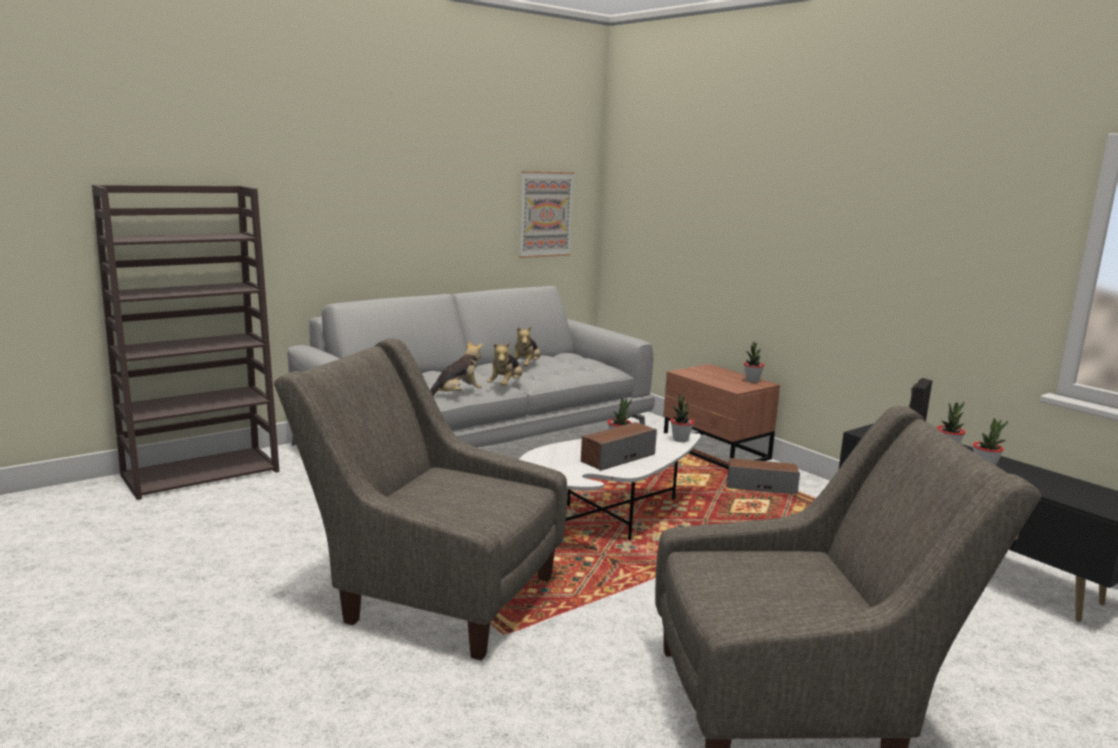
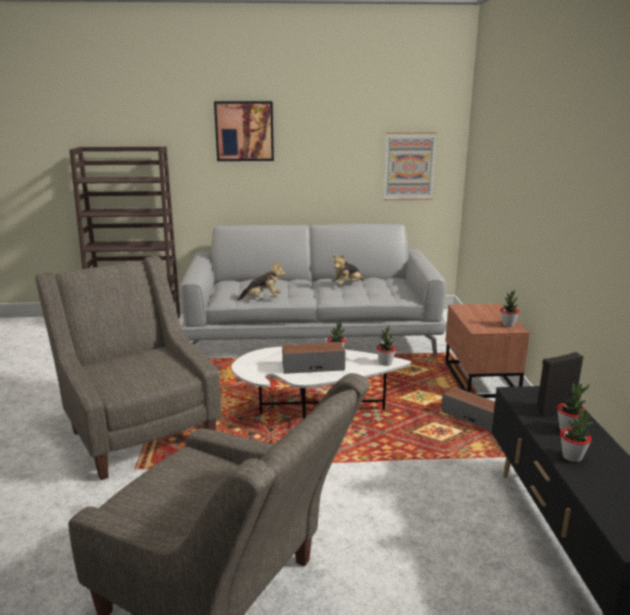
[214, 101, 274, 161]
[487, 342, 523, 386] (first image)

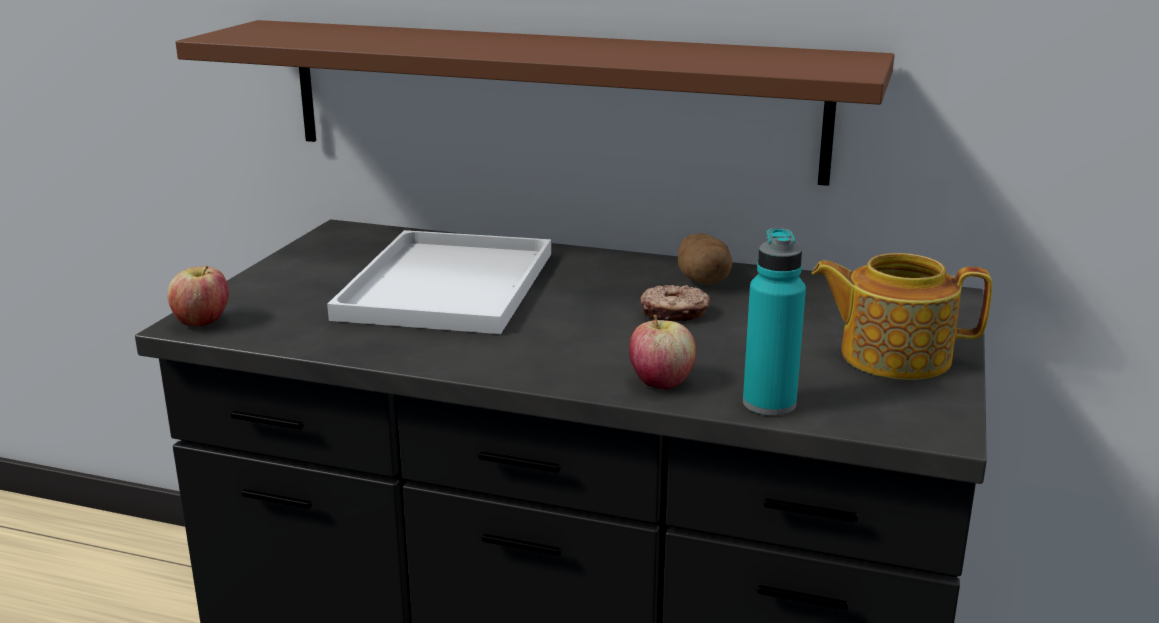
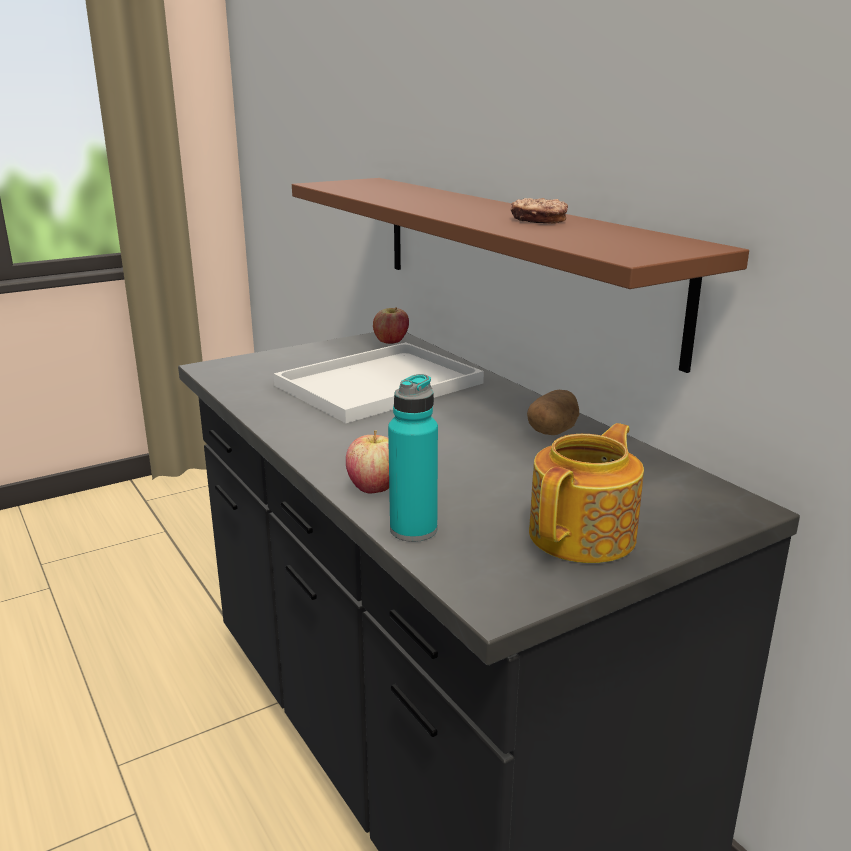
[373, 307, 409, 344]
[511, 198, 568, 224]
[529, 423, 644, 563]

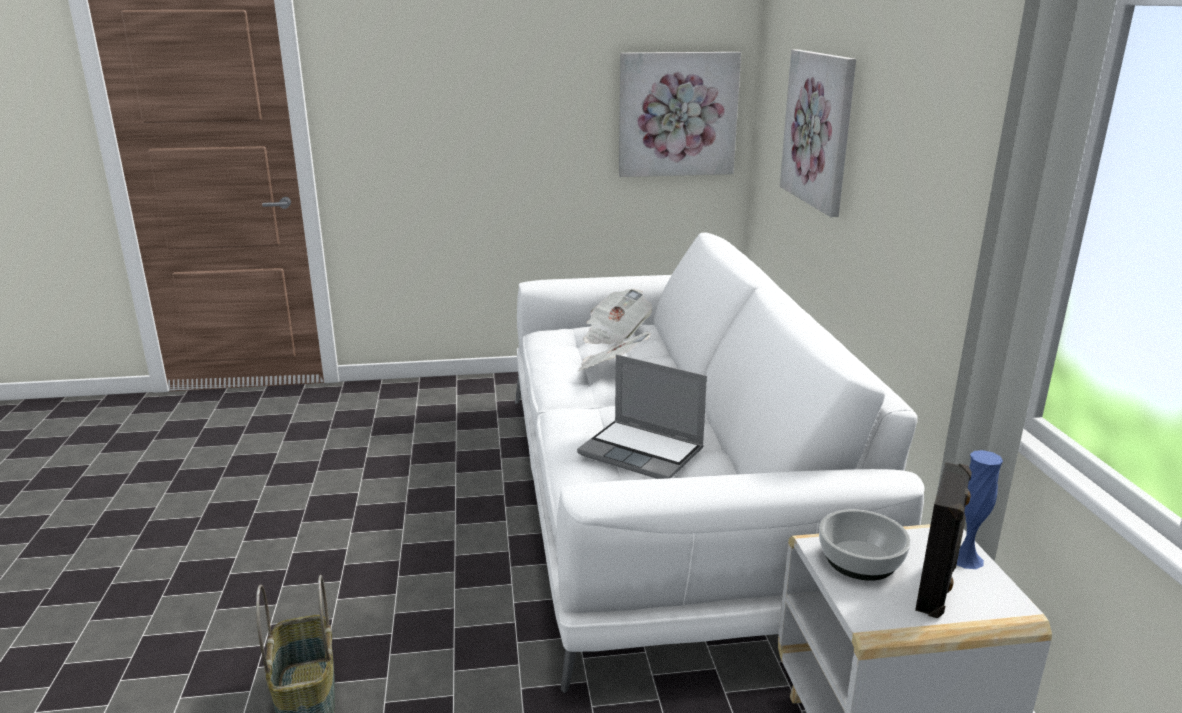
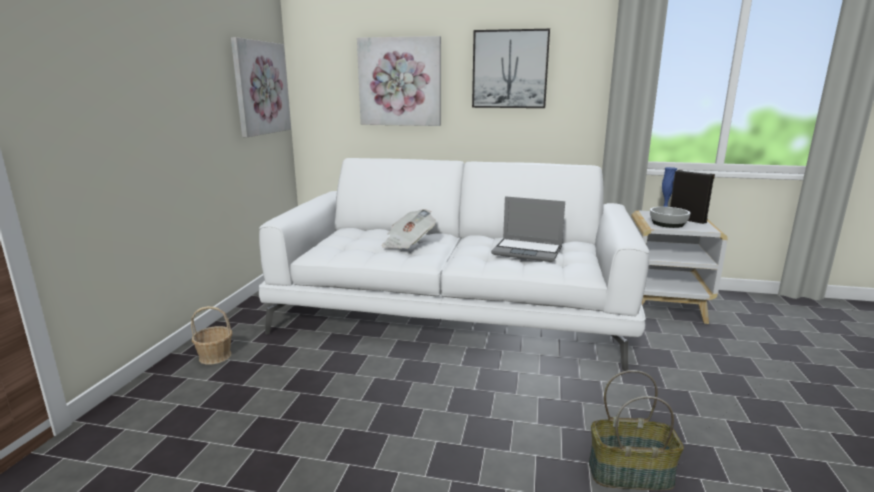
[191, 306, 232, 365]
[472, 29, 550, 108]
[491, 196, 565, 262]
[583, 289, 652, 345] (first image)

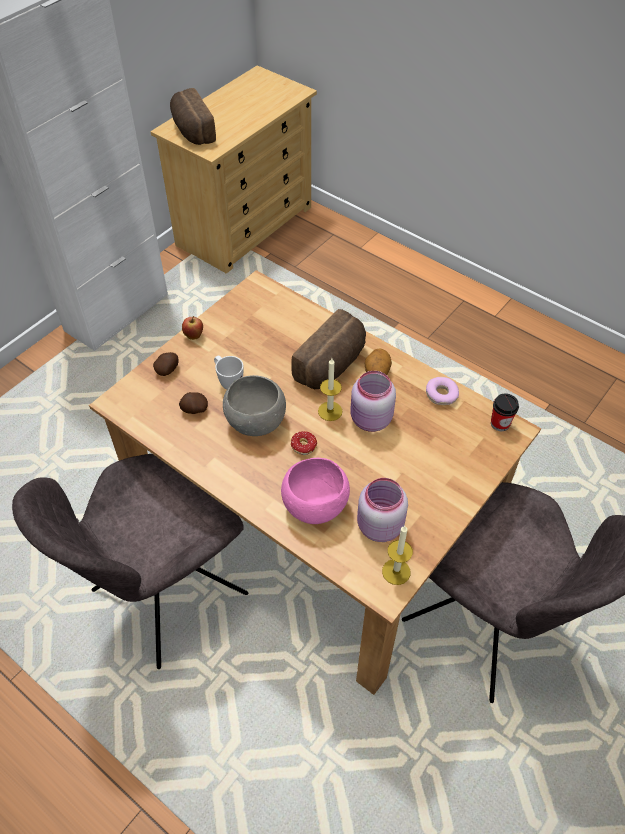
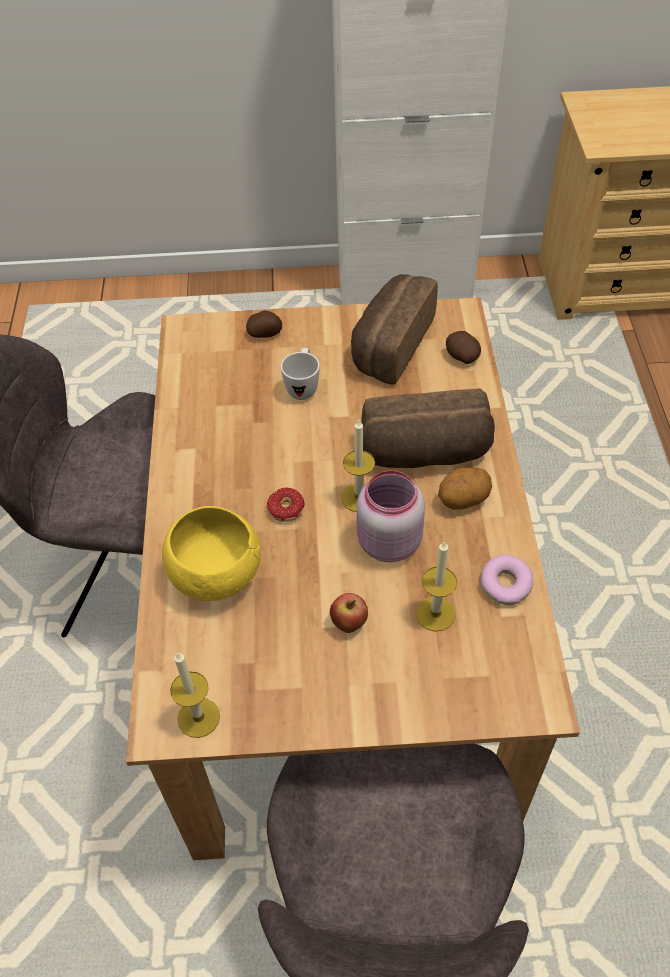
[162, 506, 261, 601]
[330, 593, 368, 633]
[351, 274, 438, 384]
[416, 540, 457, 631]
[446, 331, 481, 364]
[223, 375, 286, 436] (first image)
[357, 478, 408, 542] (first image)
[491, 393, 519, 431] (first image)

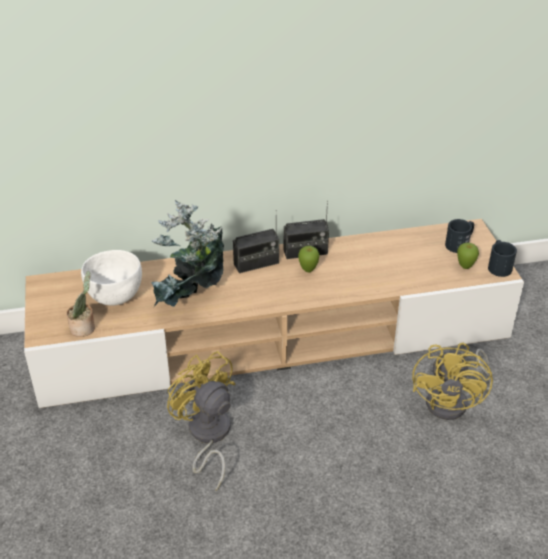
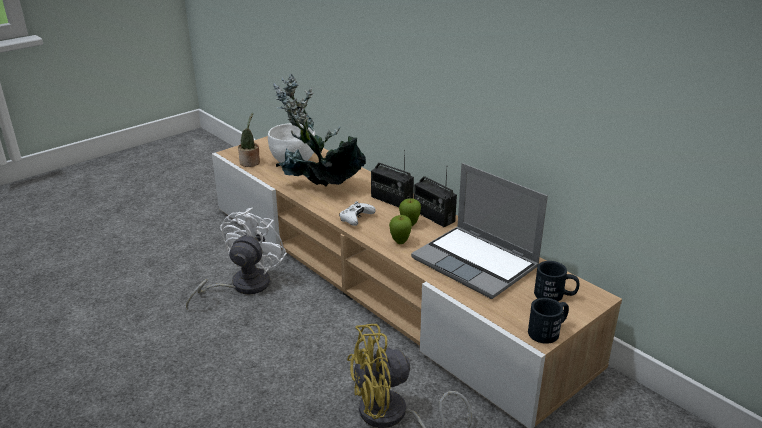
[186, 207, 287, 309]
[339, 201, 376, 226]
[389, 215, 412, 244]
[411, 163, 548, 299]

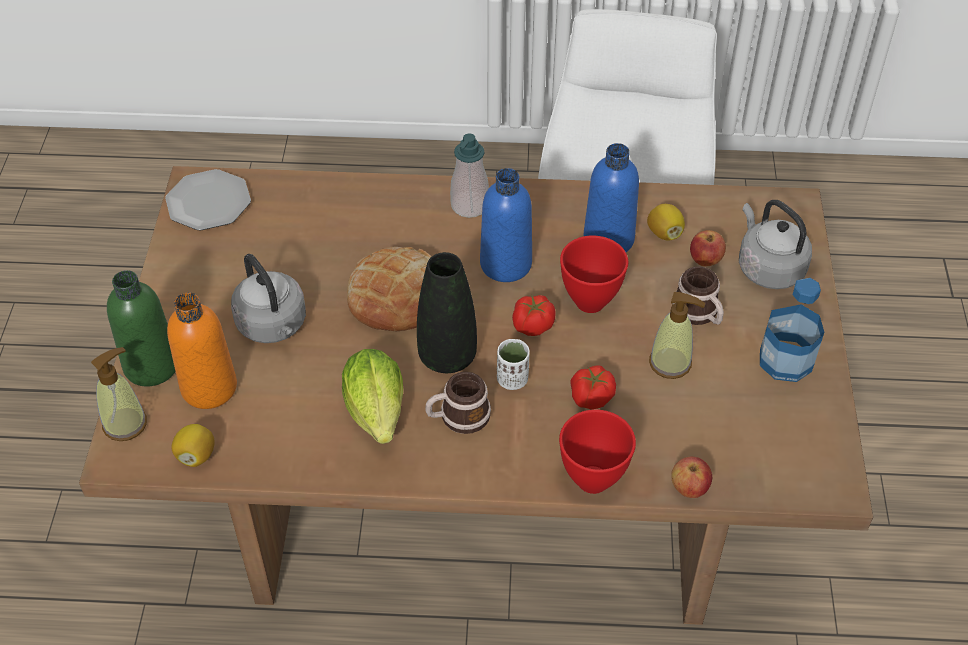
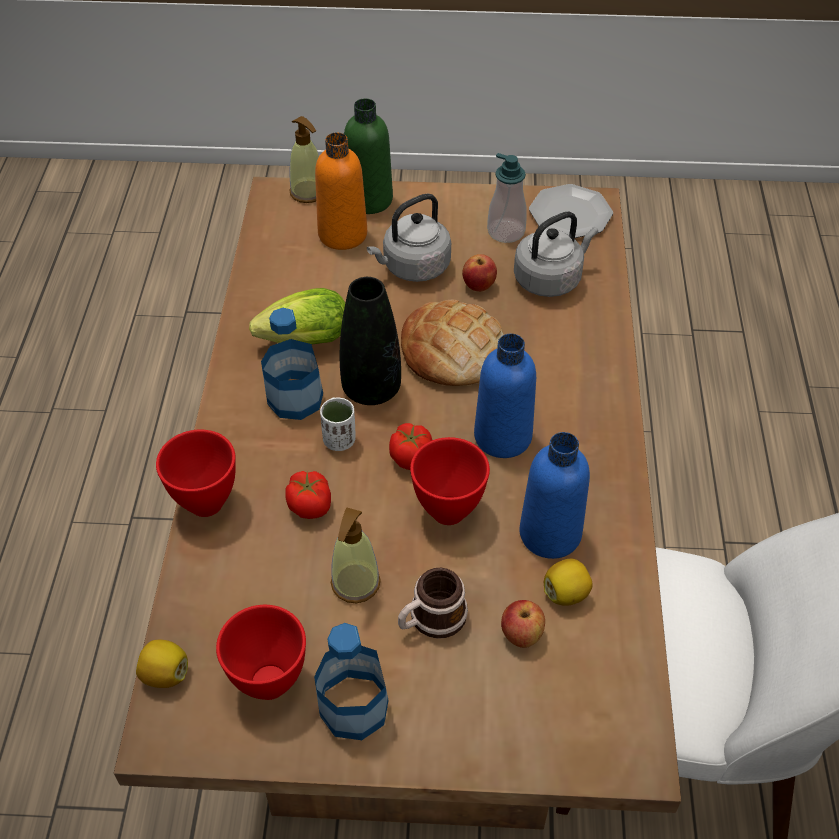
[136, 640, 188, 688]
[216, 605, 306, 700]
[261, 308, 323, 420]
[462, 254, 497, 292]
[487, 153, 527, 243]
[514, 212, 598, 297]

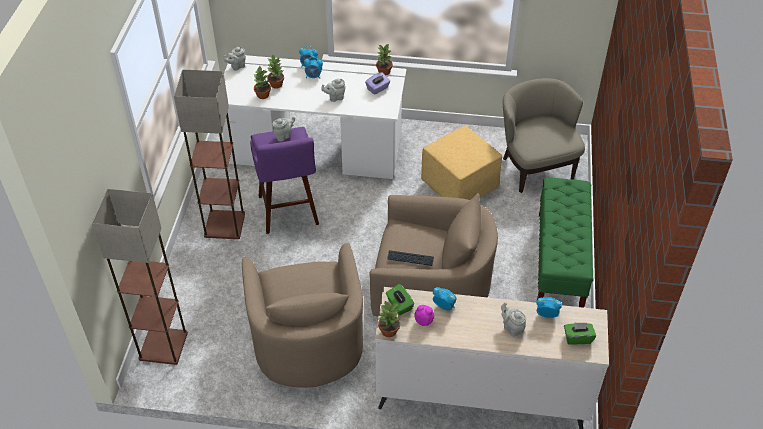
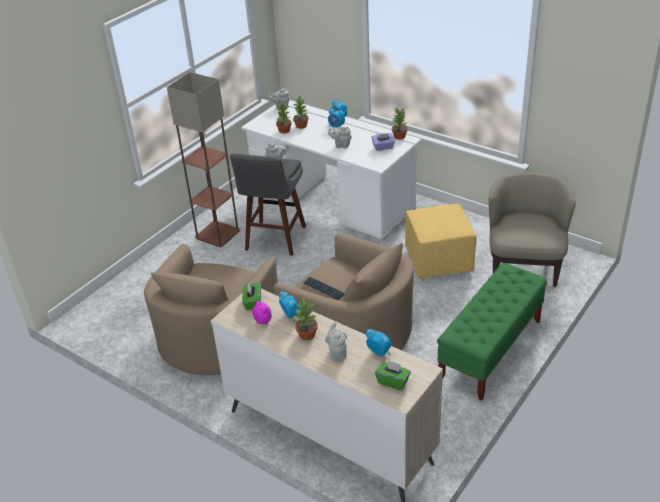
[230, 153, 306, 256]
[295, 298, 318, 340]
[92, 189, 188, 365] (first image)

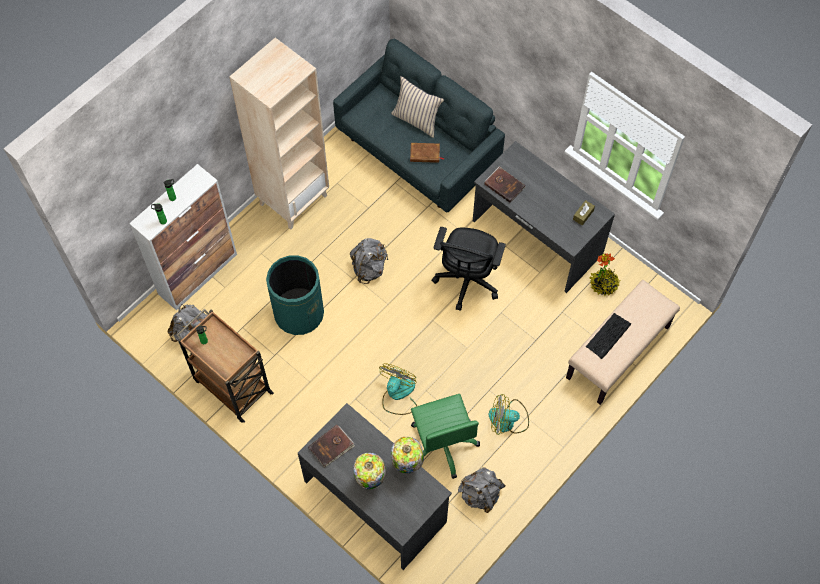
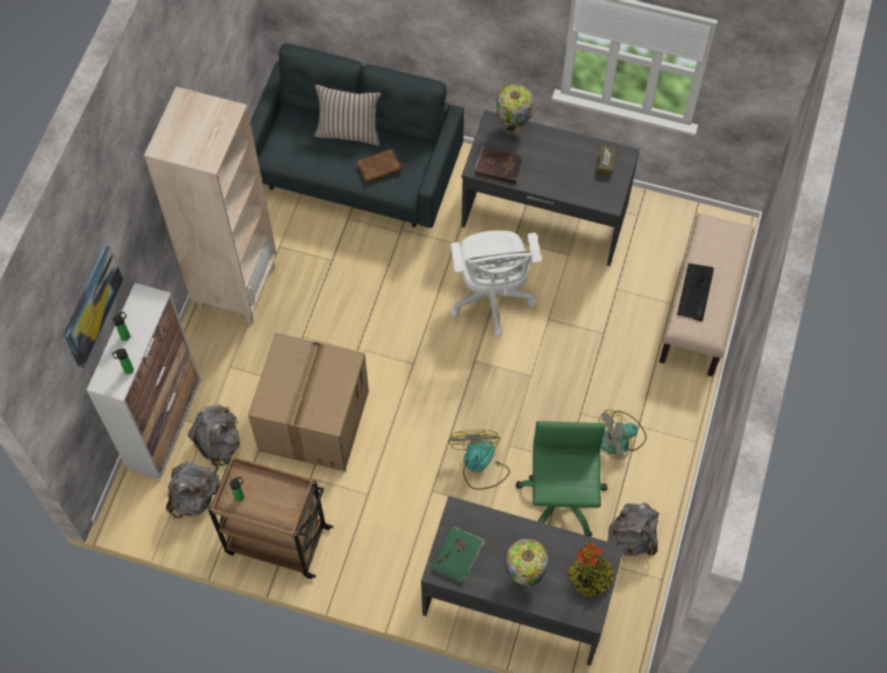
[63, 245, 123, 368]
[188, 405, 240, 467]
[248, 333, 369, 471]
[431, 527, 485, 584]
[450, 230, 541, 337]
[497, 84, 534, 136]
[516, 421, 608, 537]
[568, 539, 614, 597]

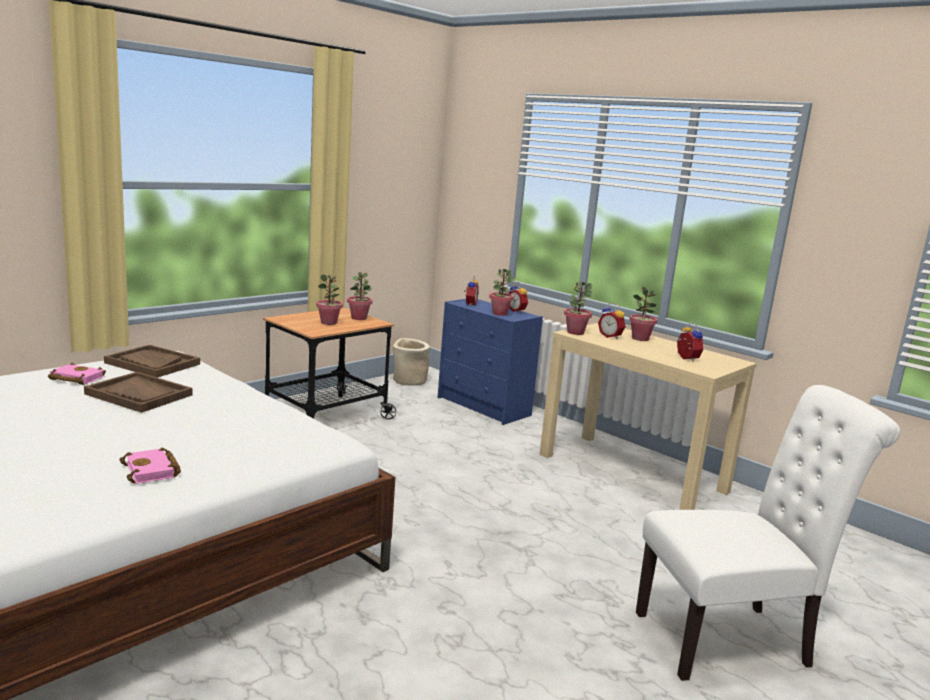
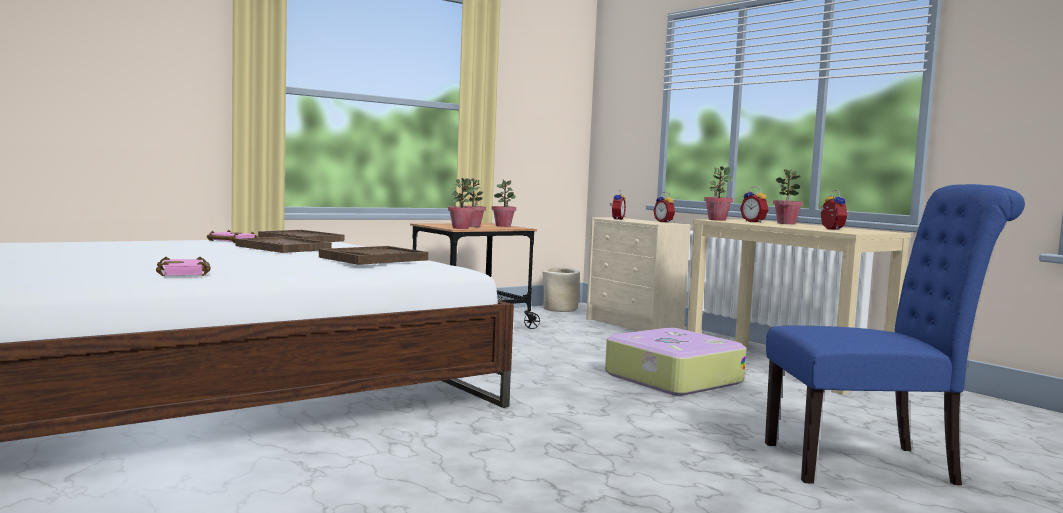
[156, 257, 211, 276]
[319, 246, 428, 265]
[448, 178, 475, 229]
[586, 218, 691, 331]
[605, 328, 747, 396]
[765, 184, 1025, 485]

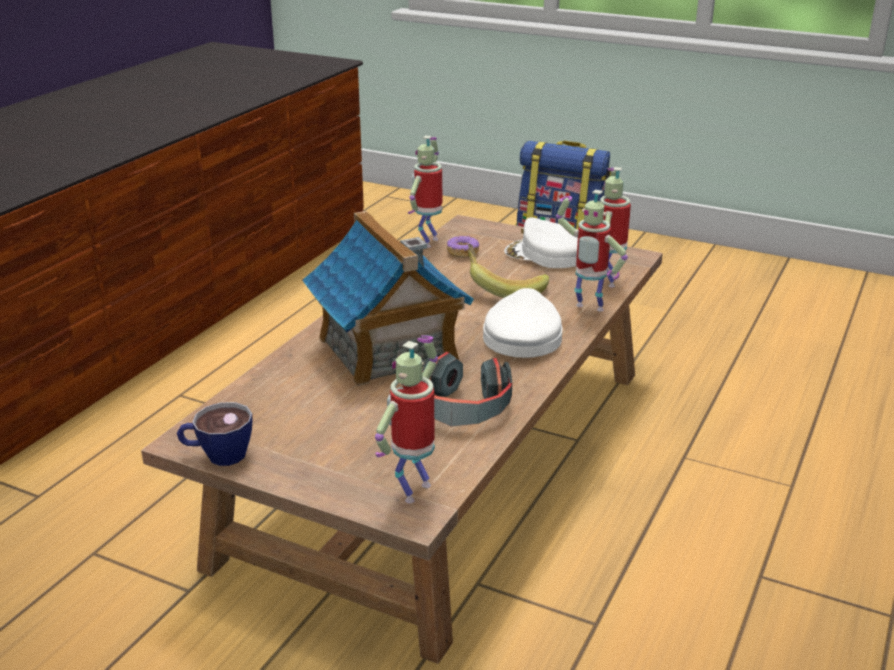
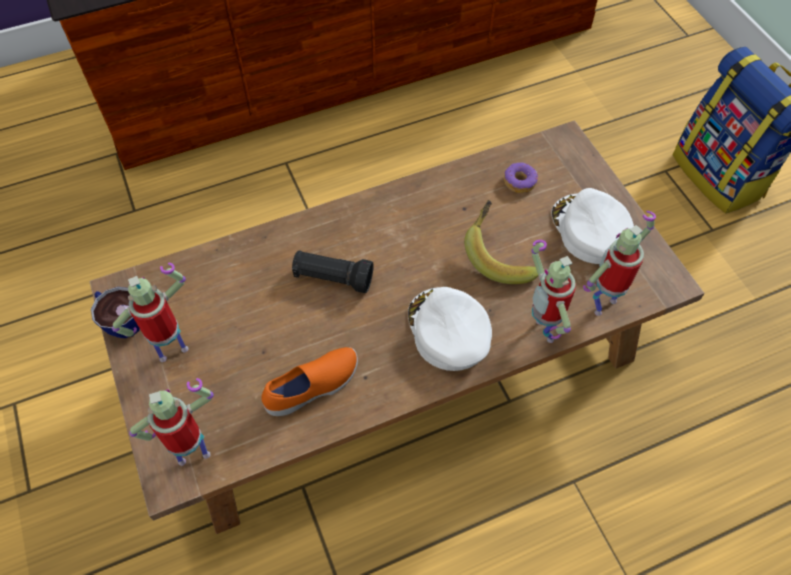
[112, 262, 189, 362]
[261, 347, 358, 416]
[292, 250, 374, 293]
[408, 287, 492, 371]

